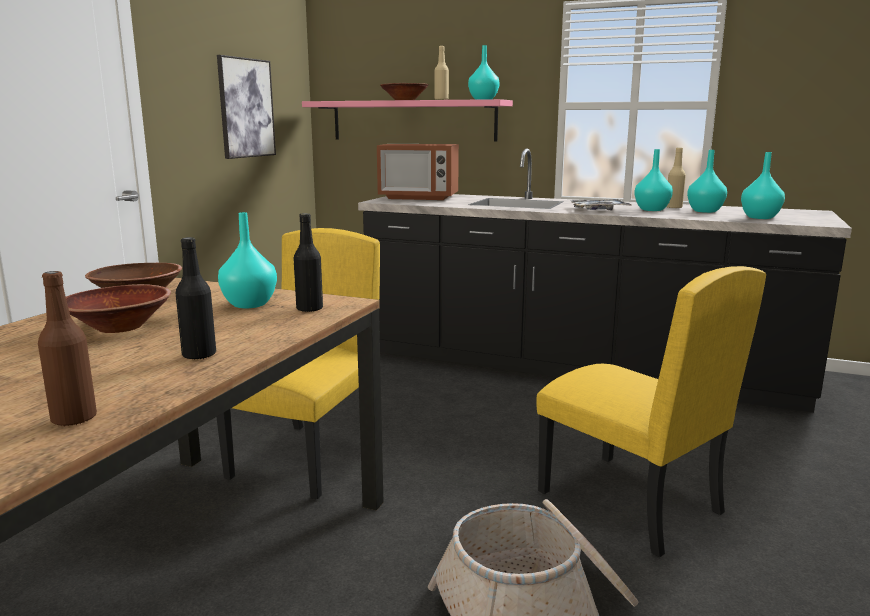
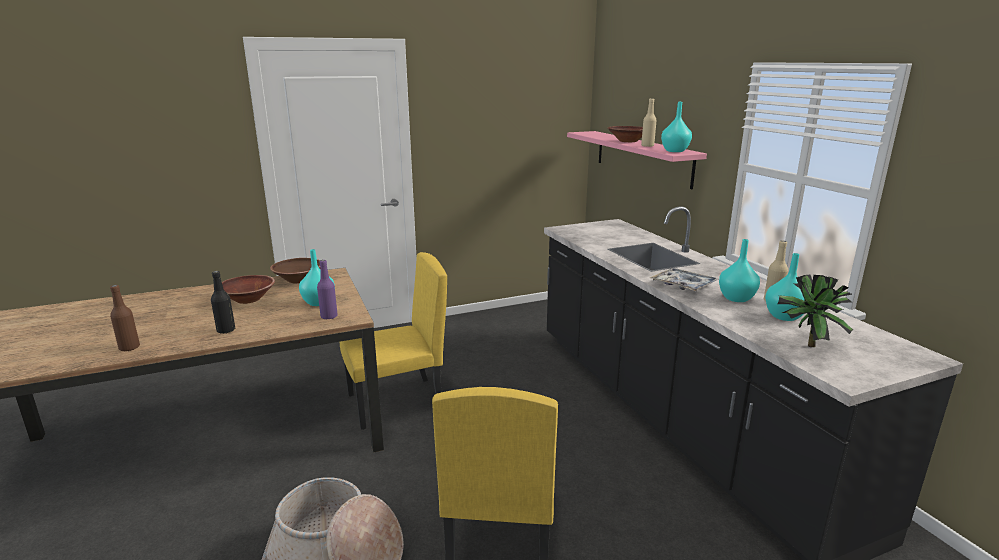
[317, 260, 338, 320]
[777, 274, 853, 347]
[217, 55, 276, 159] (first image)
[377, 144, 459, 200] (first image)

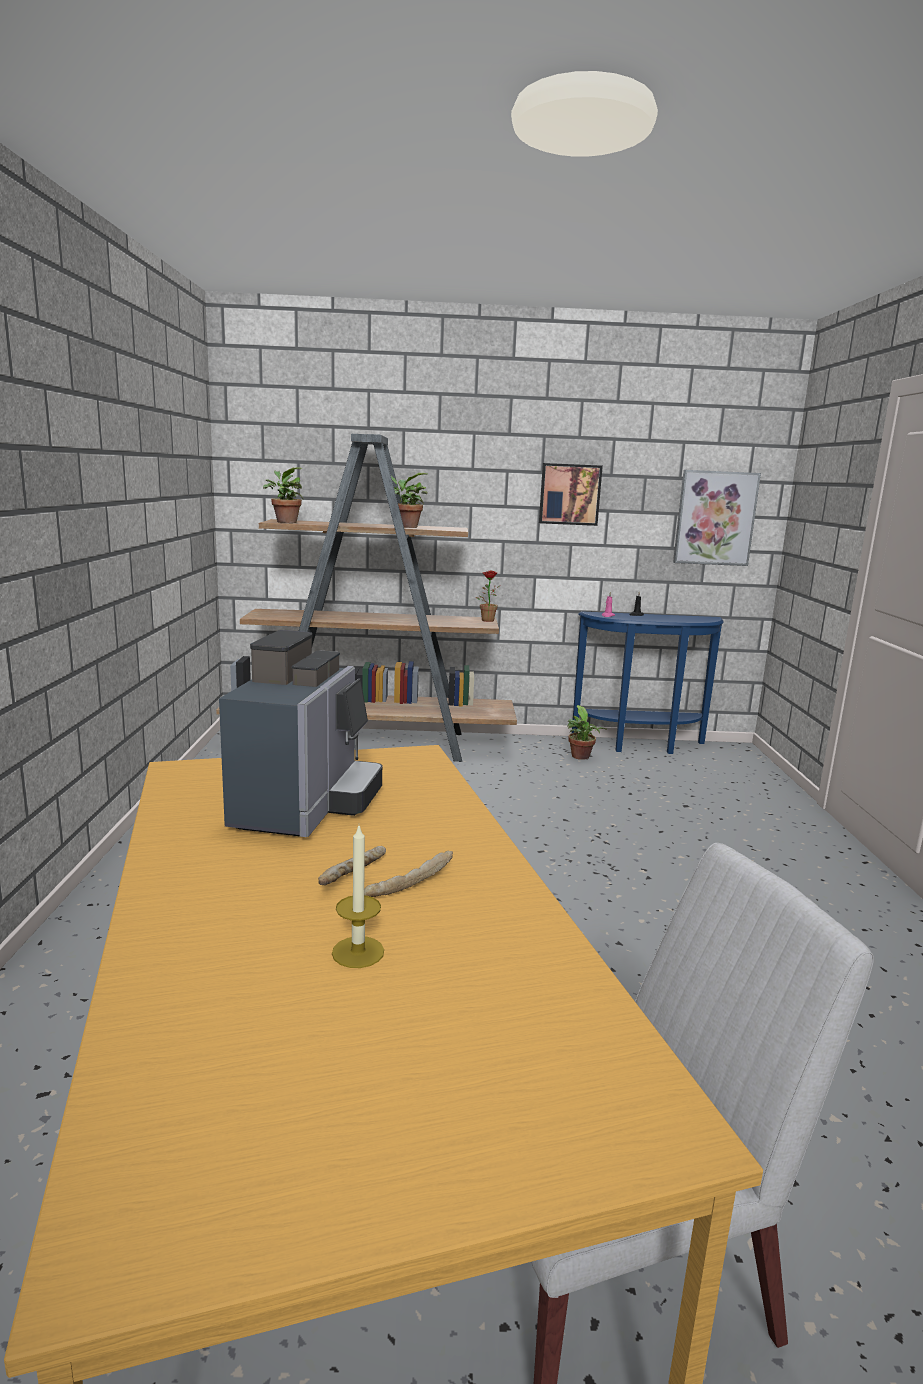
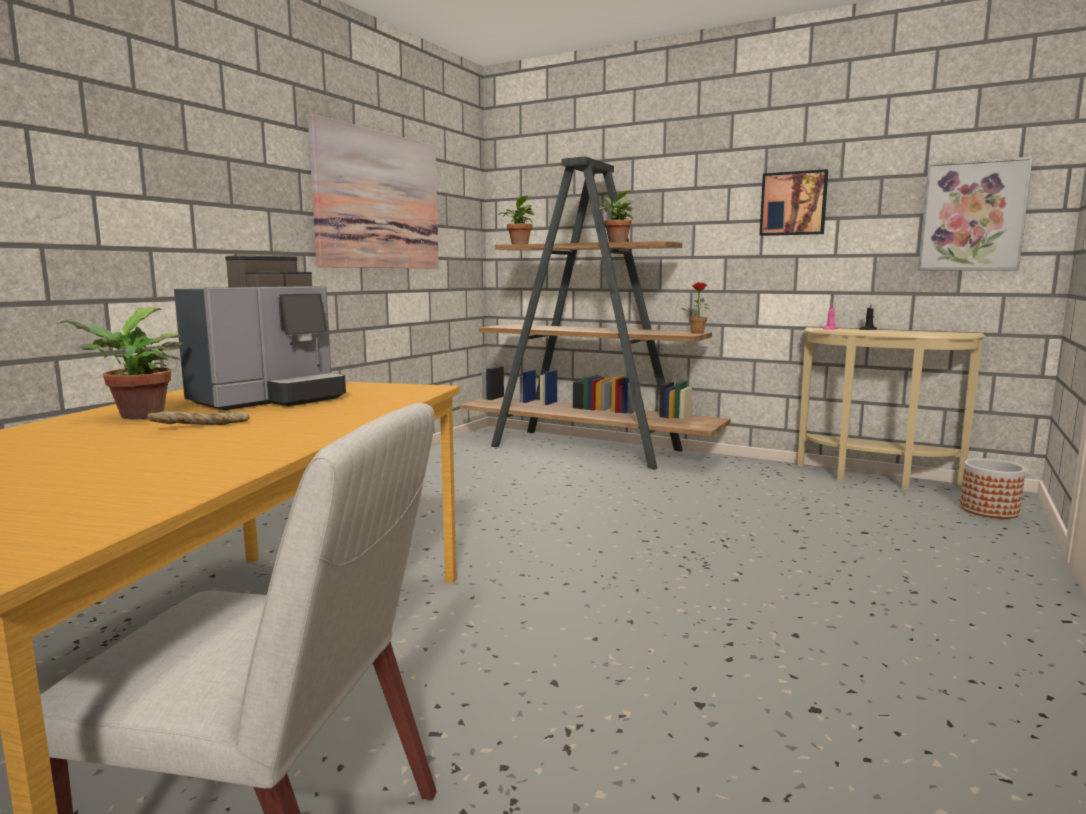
[59, 308, 183, 420]
[308, 114, 439, 268]
[797, 327, 986, 490]
[960, 458, 1026, 519]
[332, 826, 384, 968] (first image)
[364, 851, 453, 897] (first image)

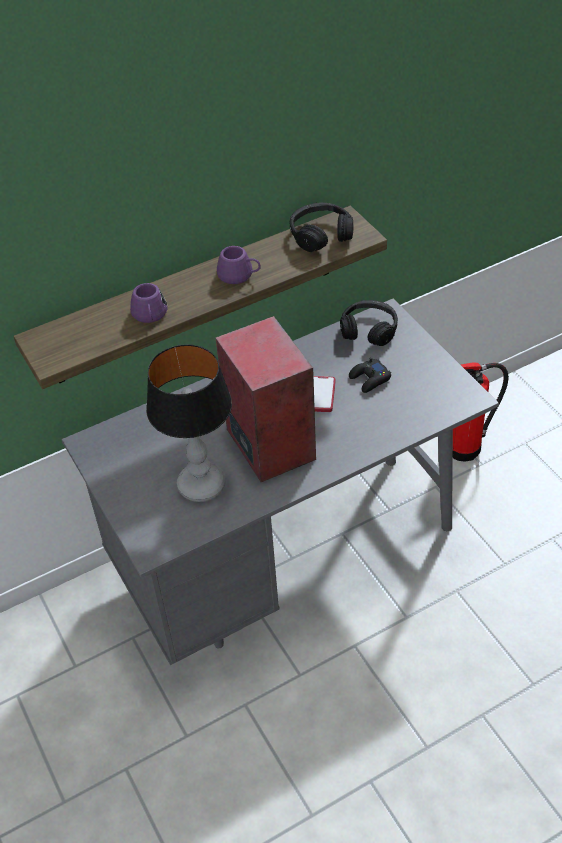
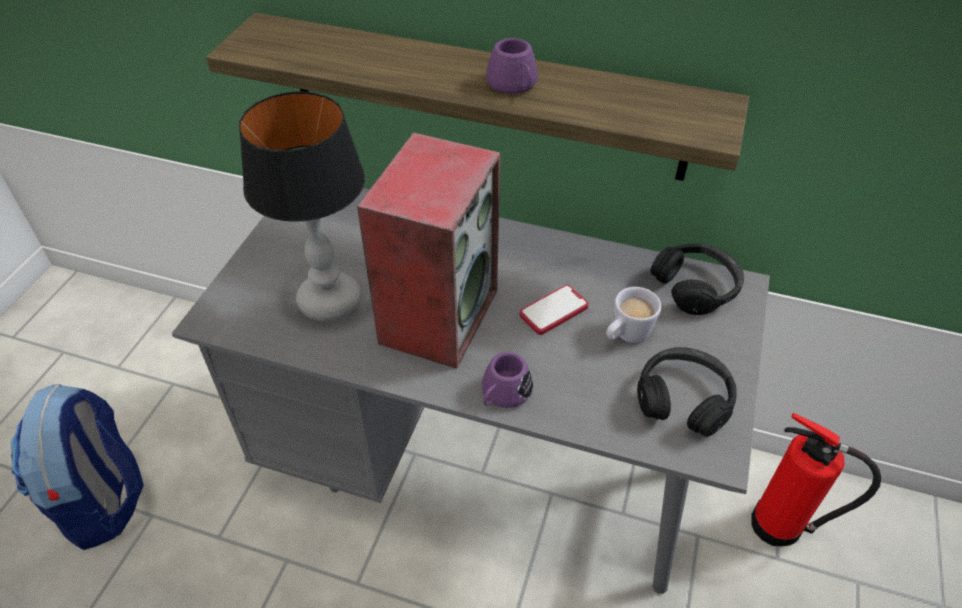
[11, 383, 144, 550]
[482, 352, 533, 408]
[606, 287, 661, 343]
[637, 347, 737, 437]

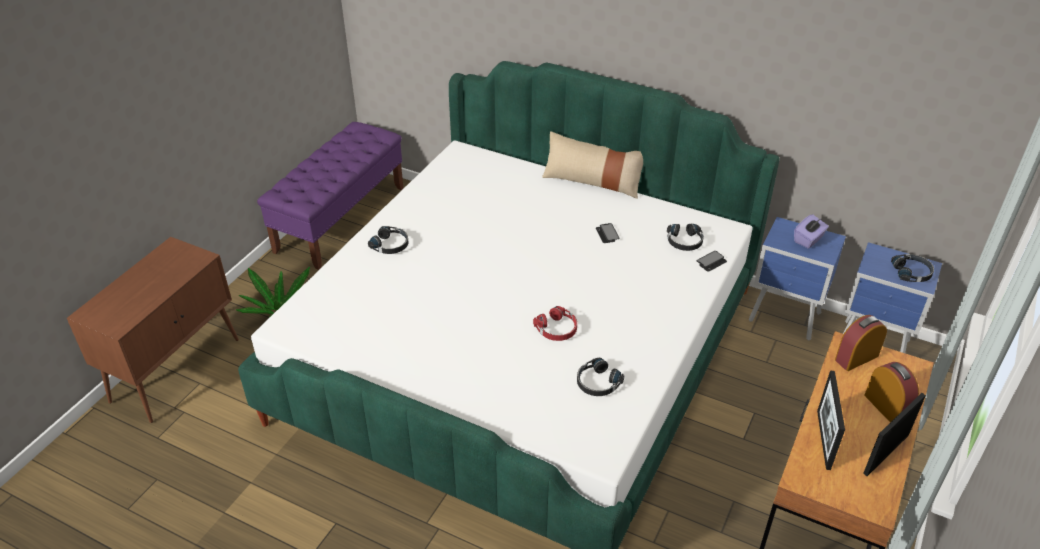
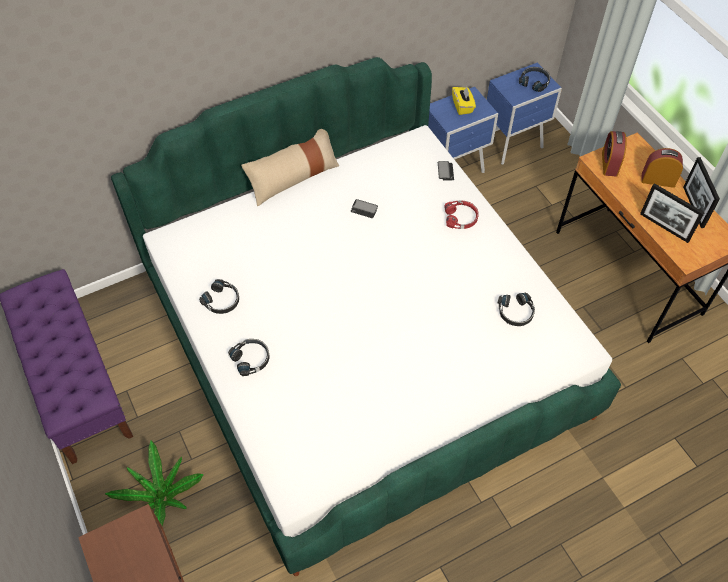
[199, 279, 239, 314]
[444, 201, 479, 229]
[452, 86, 476, 115]

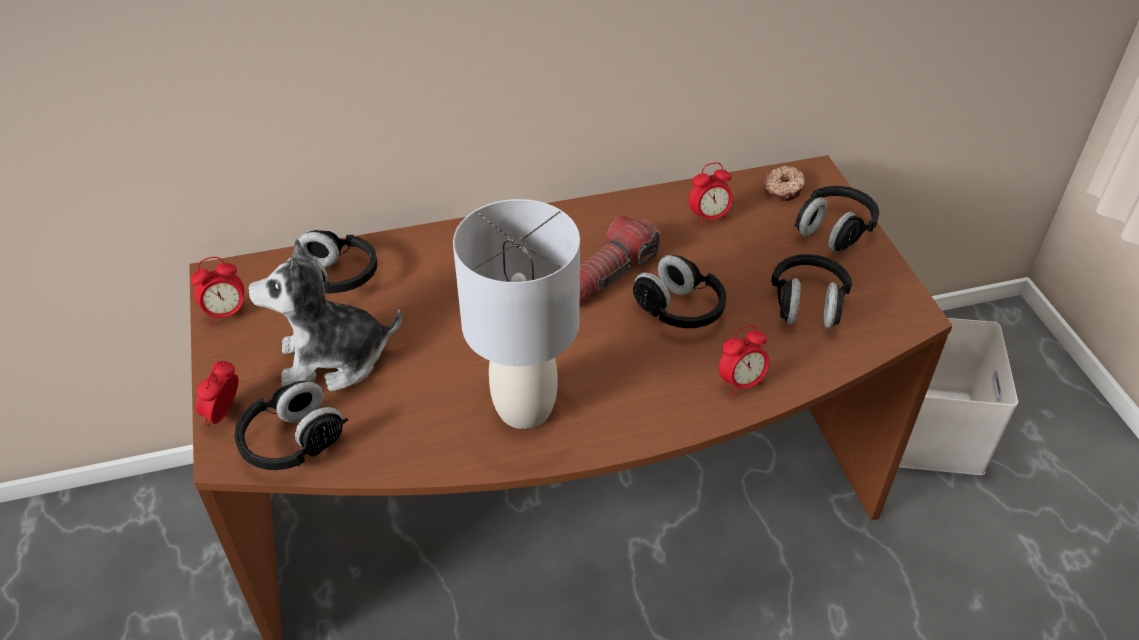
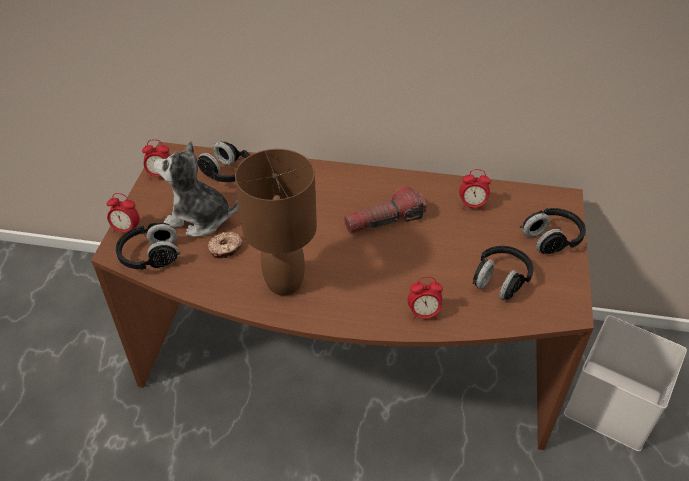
[107, 193, 140, 233]
[208, 232, 243, 258]
[235, 149, 317, 296]
[633, 255, 726, 328] (first image)

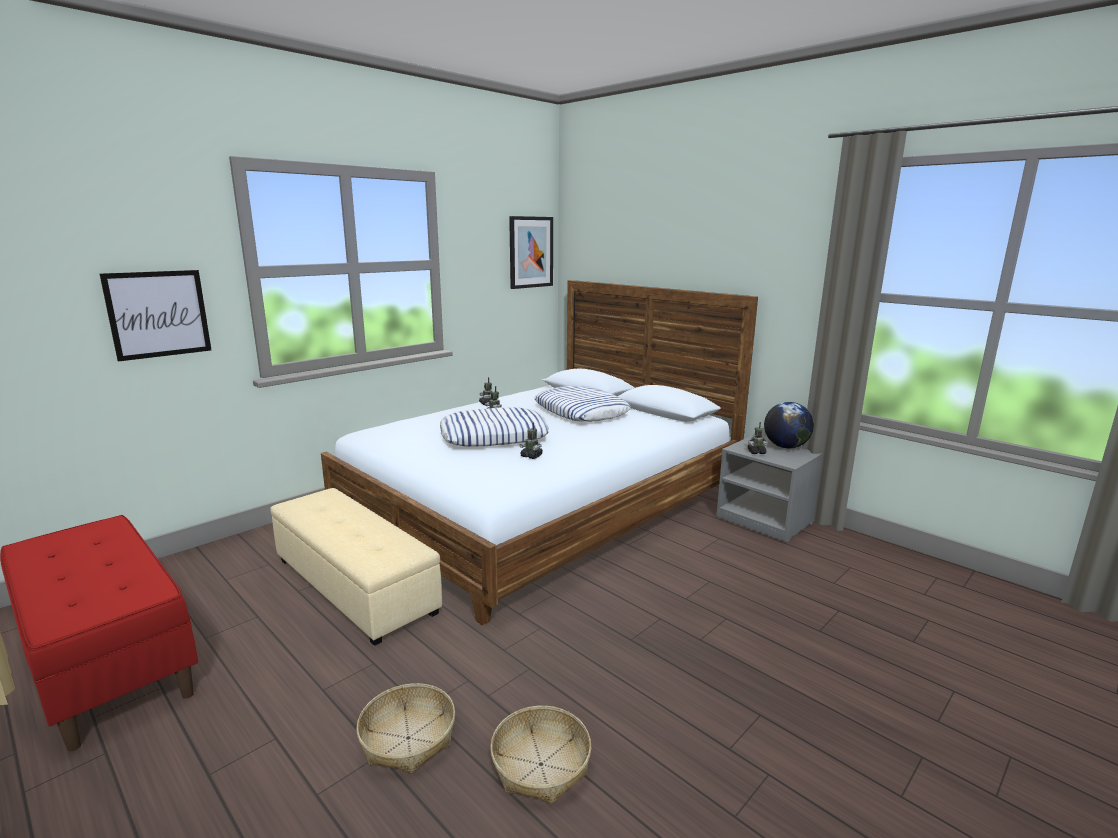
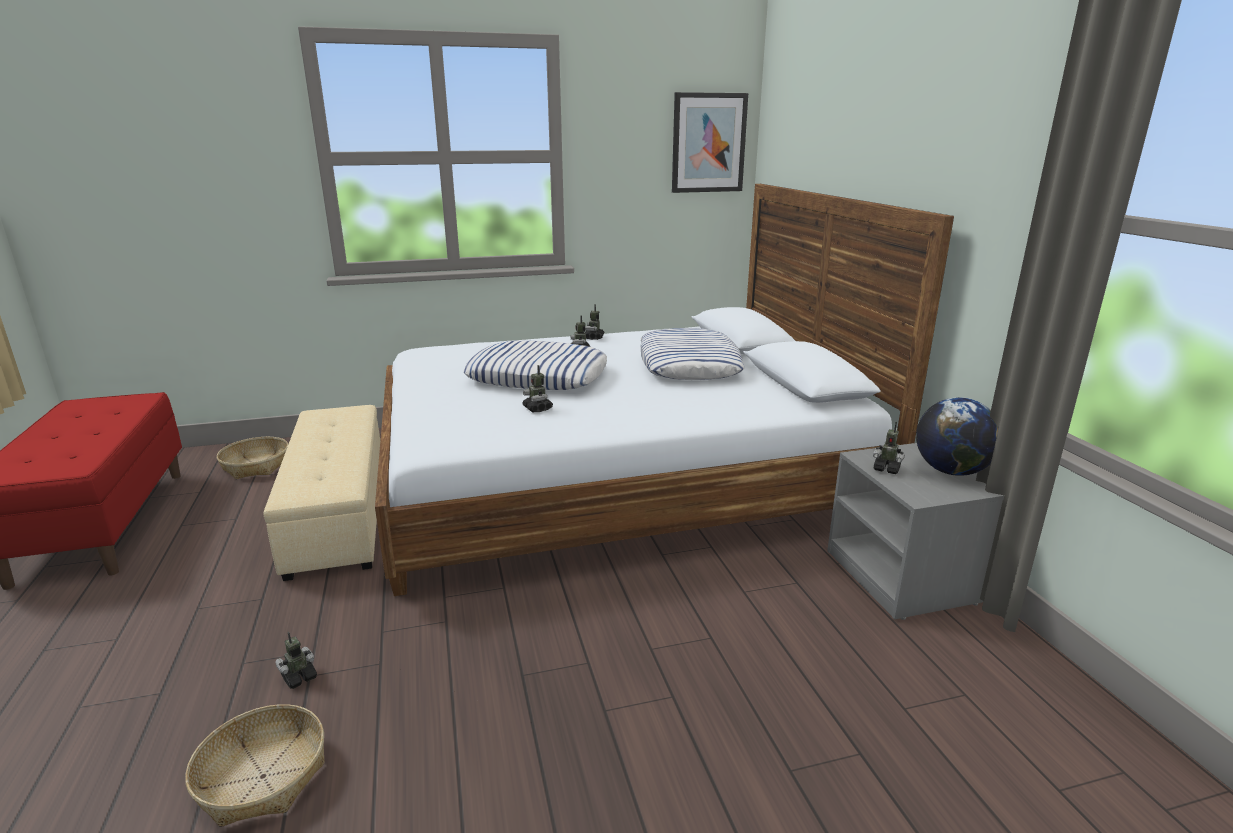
[217, 437, 288, 479]
[275, 632, 317, 689]
[100, 270, 211, 362] (first image)

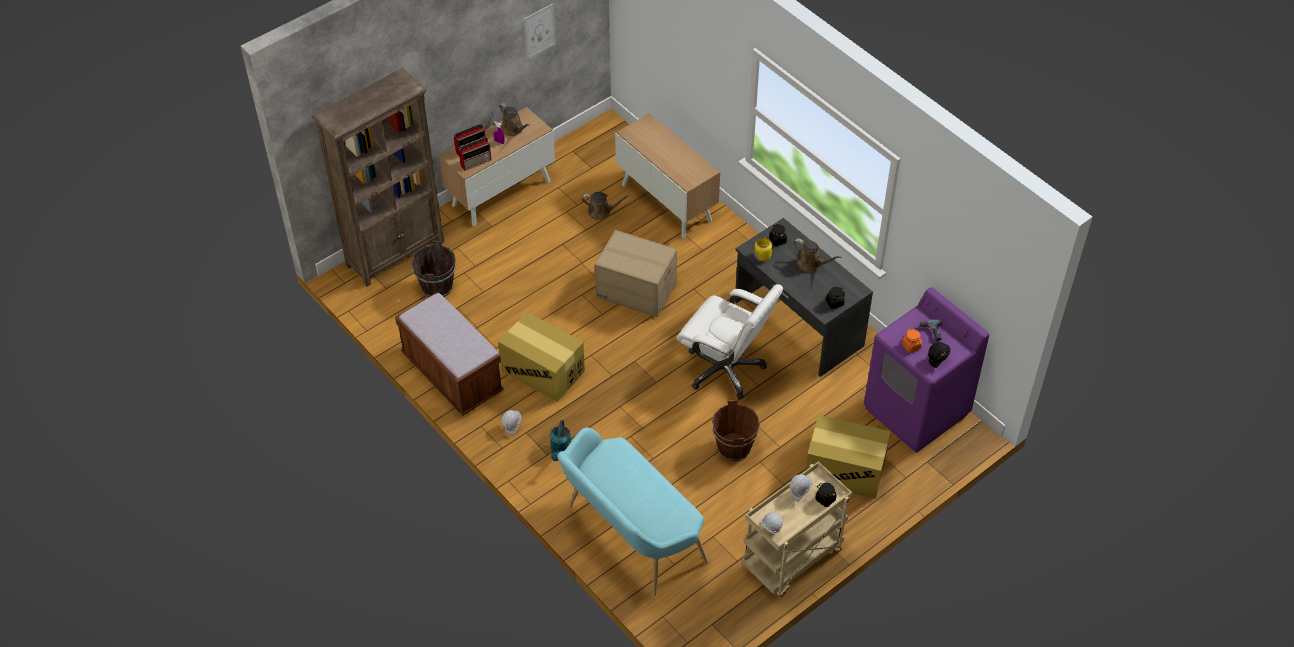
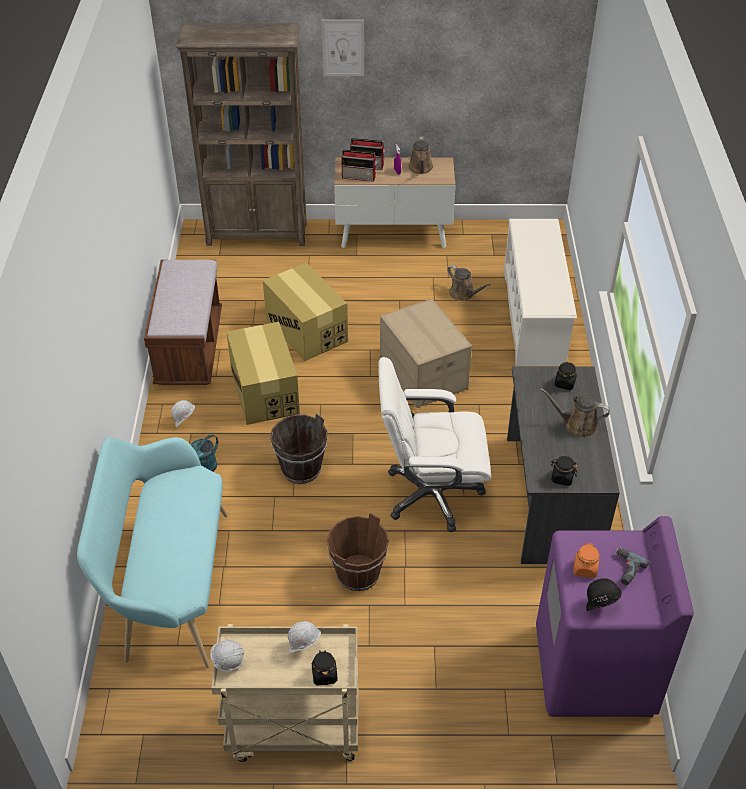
[263, 262, 348, 361]
[270, 413, 327, 484]
[322, 20, 364, 76]
[378, 357, 491, 532]
[504, 219, 577, 366]
[540, 388, 610, 438]
[754, 237, 772, 262] (first image)

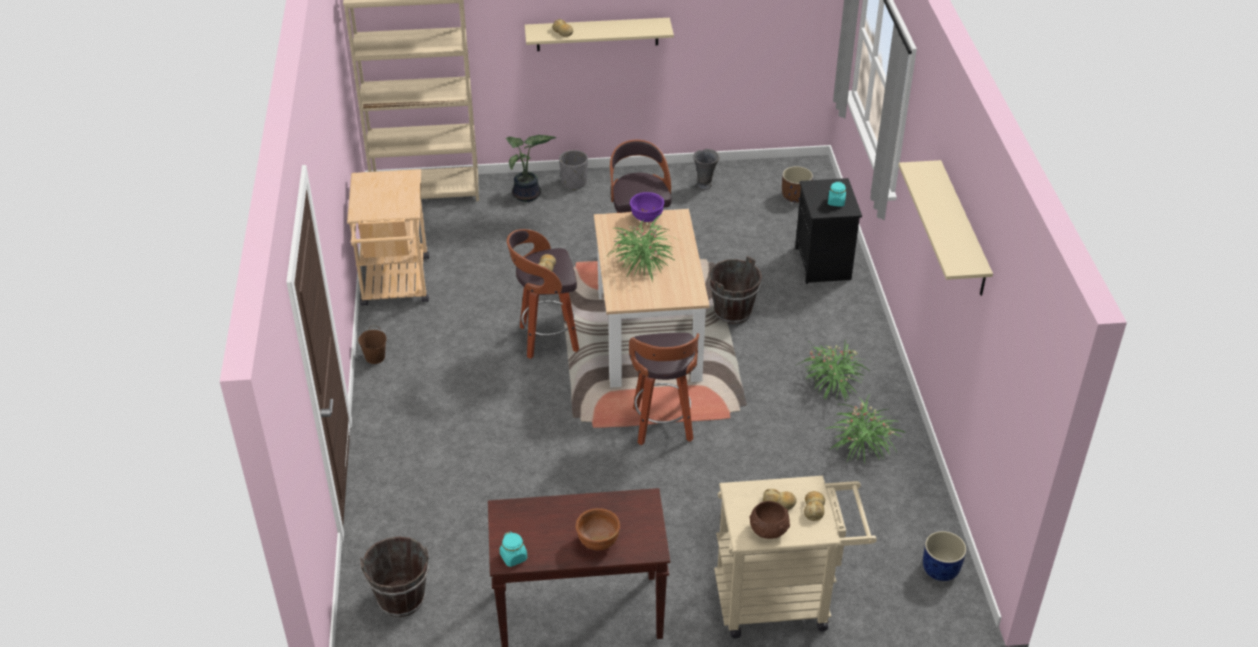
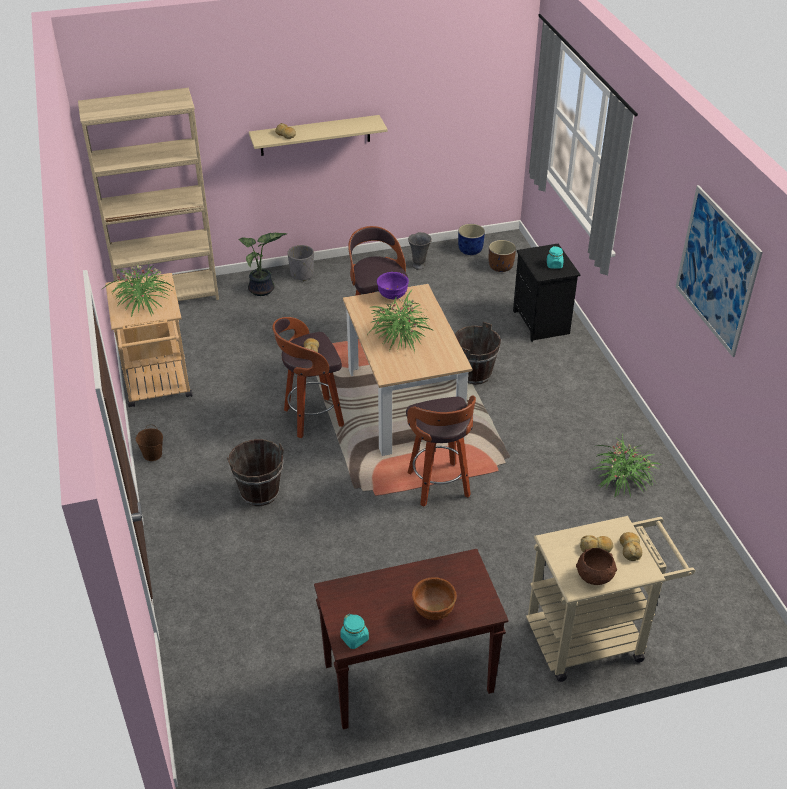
[105, 264, 173, 316]
[227, 439, 284, 506]
[458, 224, 485, 255]
[676, 185, 763, 357]

